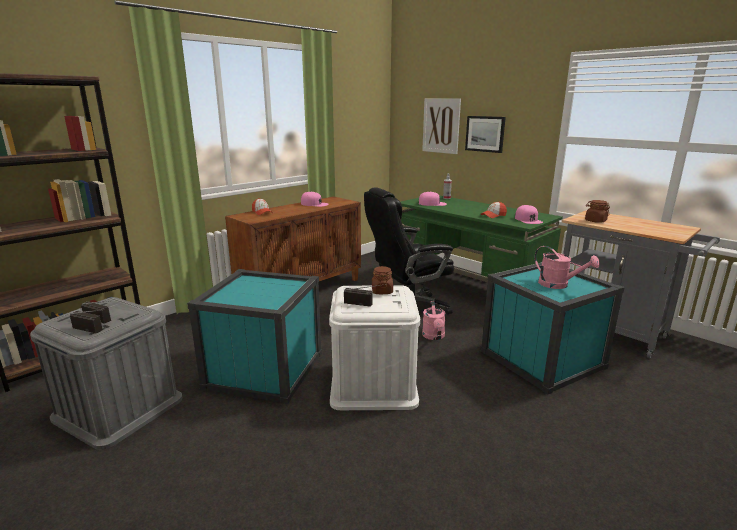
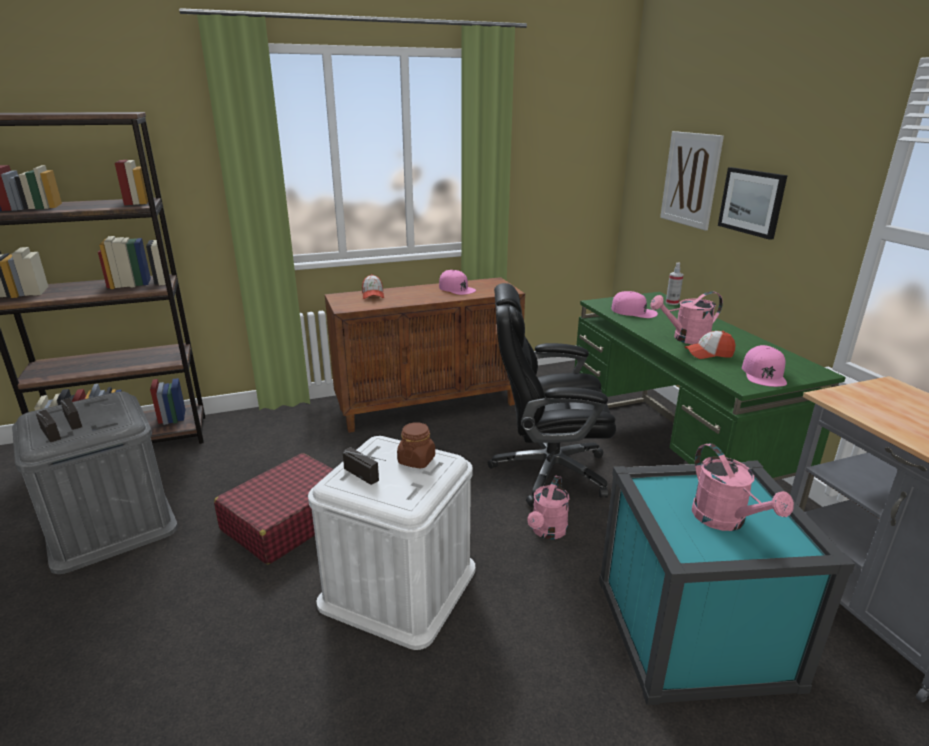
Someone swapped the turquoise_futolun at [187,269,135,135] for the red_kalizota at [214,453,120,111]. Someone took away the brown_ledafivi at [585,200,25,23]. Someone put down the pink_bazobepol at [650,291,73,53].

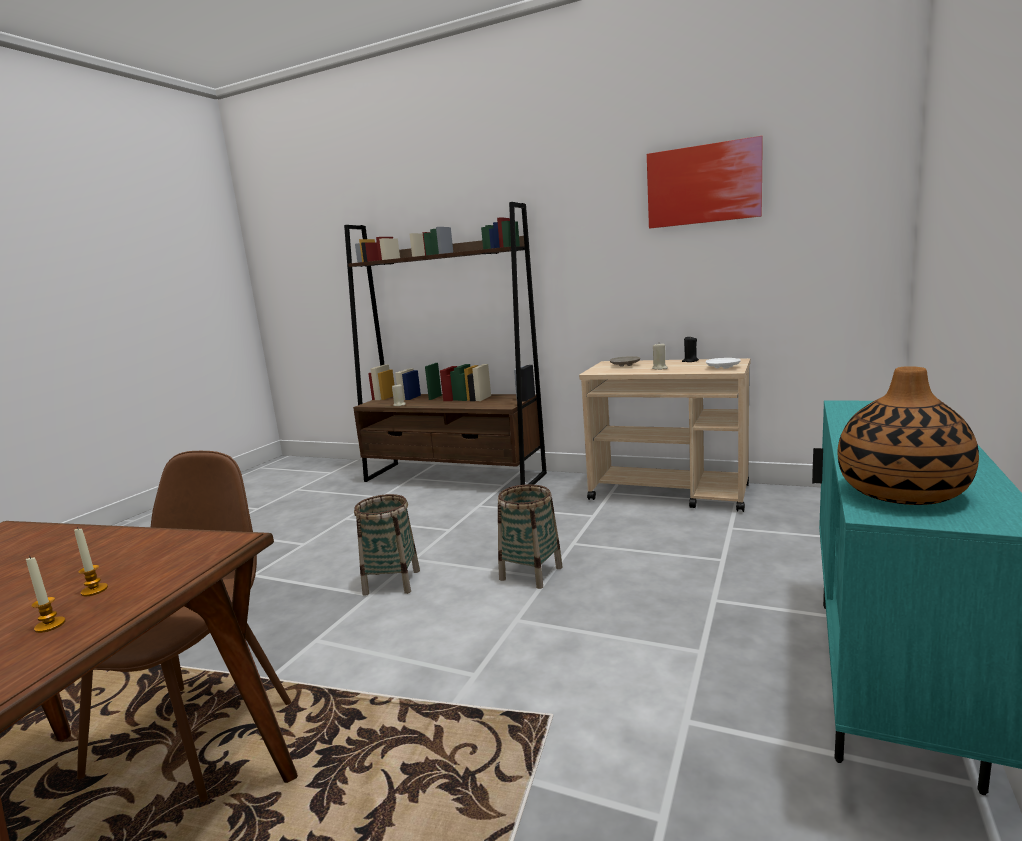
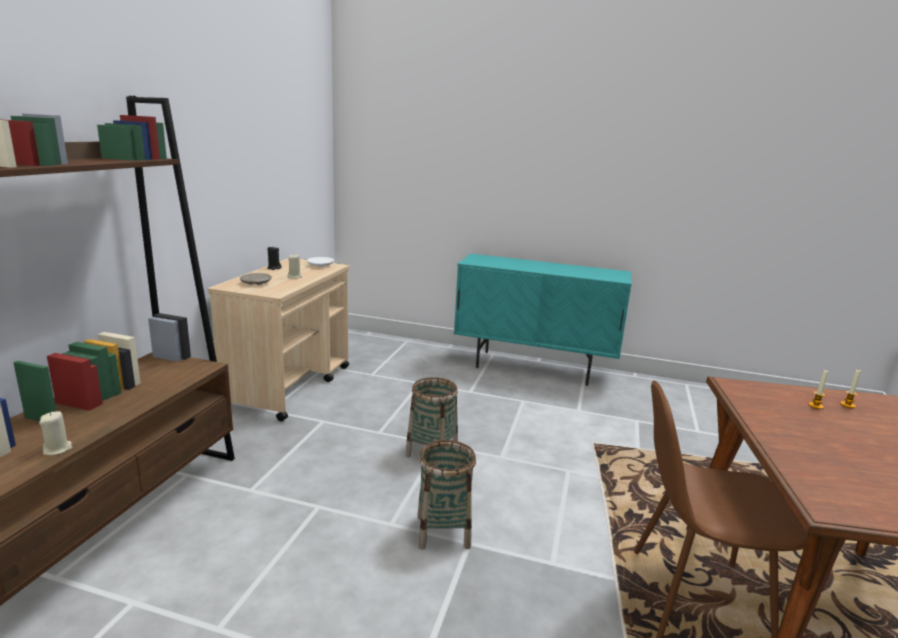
Someone took away the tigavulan at [647,136,116,93]. Someone took away the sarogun at [838,366,141,139].

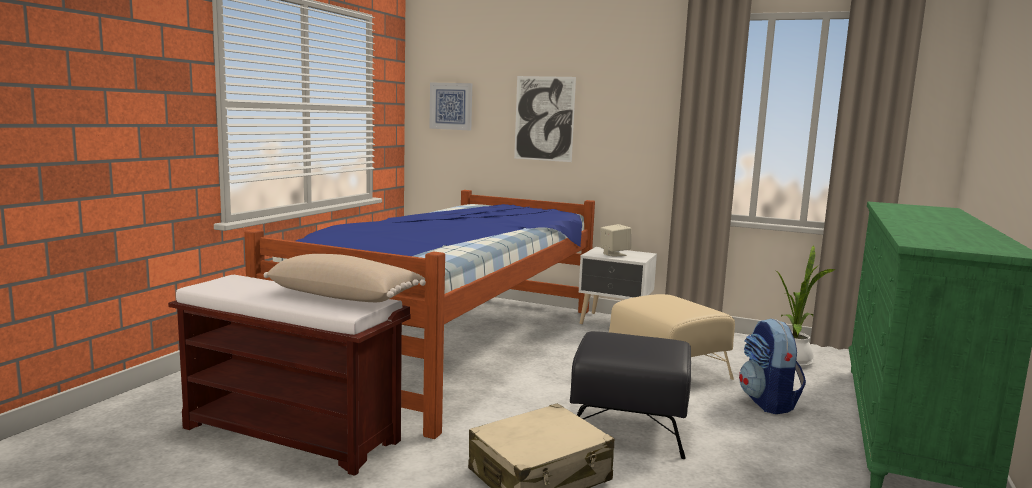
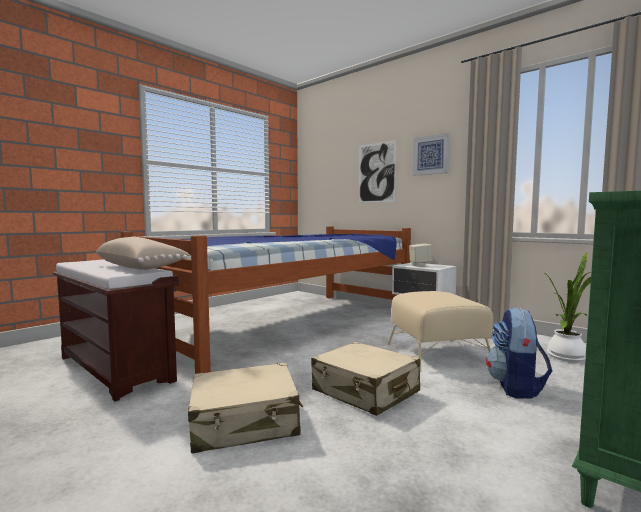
Someone carried the tigavulan from [429,83,43,47] to [412,133,38,43]. Someone swapped the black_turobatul at [570,331,121,128] for the beige_kalizota at [311,342,109,74].

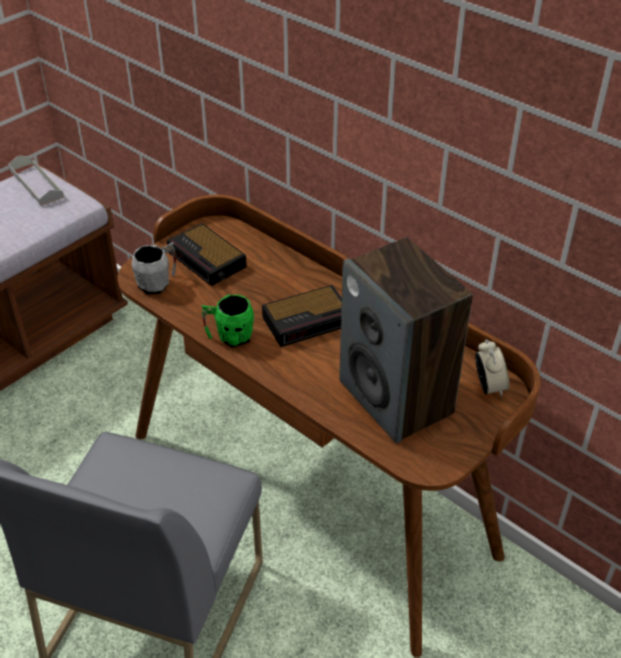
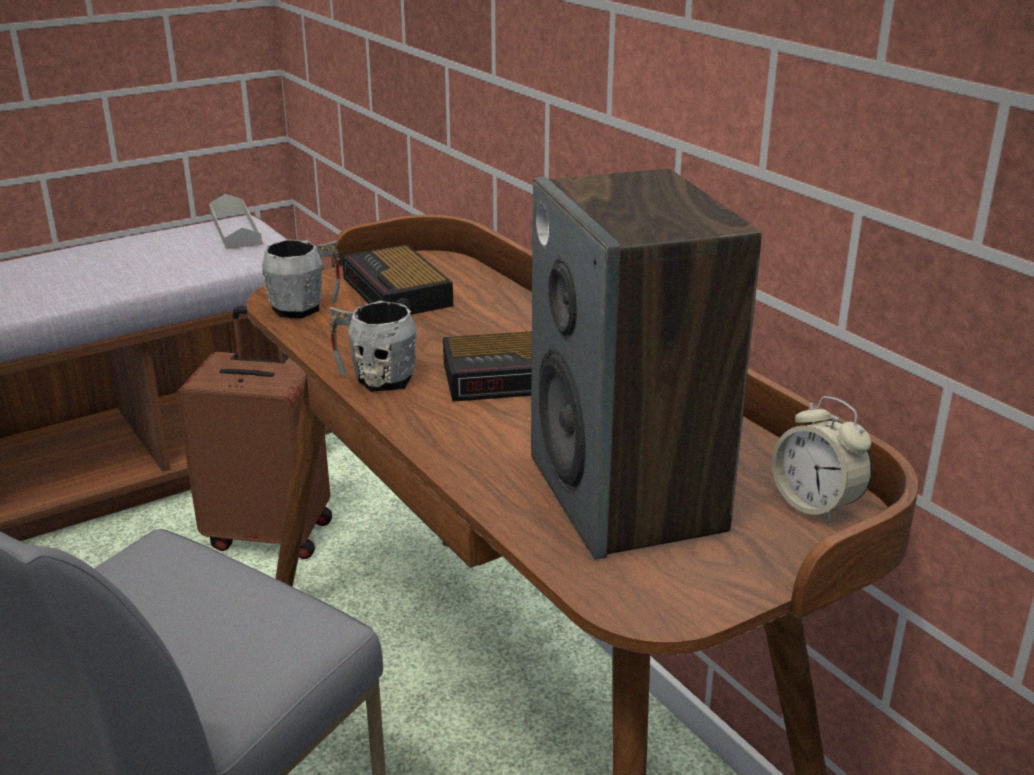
Someone repainted the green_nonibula at [202,295,52,53], which became the grey_nonibula at [329,301,88,91]. Someone rotated the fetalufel at [475,340,34,57] by 135 degrees clockwise. Someone put down the brown_kalizota at [176,306,156,253].

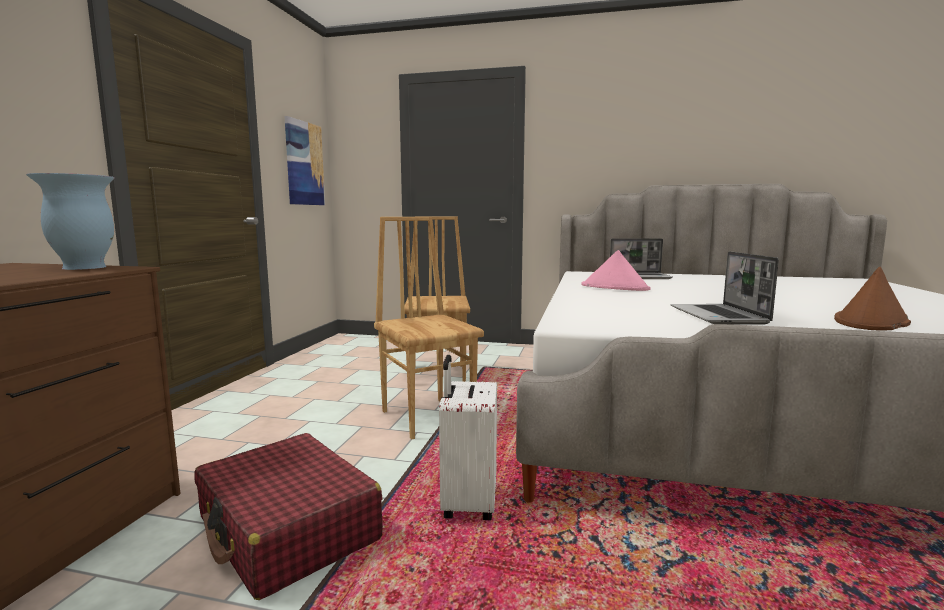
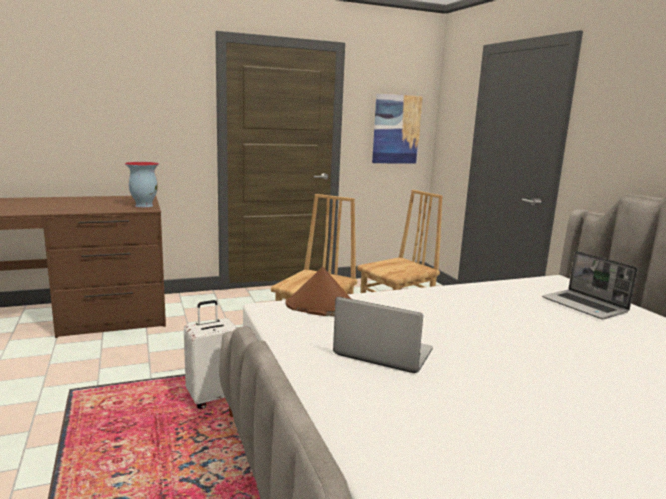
Someone took away the red_kalizota at [195,433,188,167]. Someone took away the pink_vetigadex at [581,250,69,41]. Someone rotated the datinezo at [670,251,109,74] by 60 degrees clockwise. Someone carried the brown_vetigadex from [834,267,77,64] to [285,267,66,49].

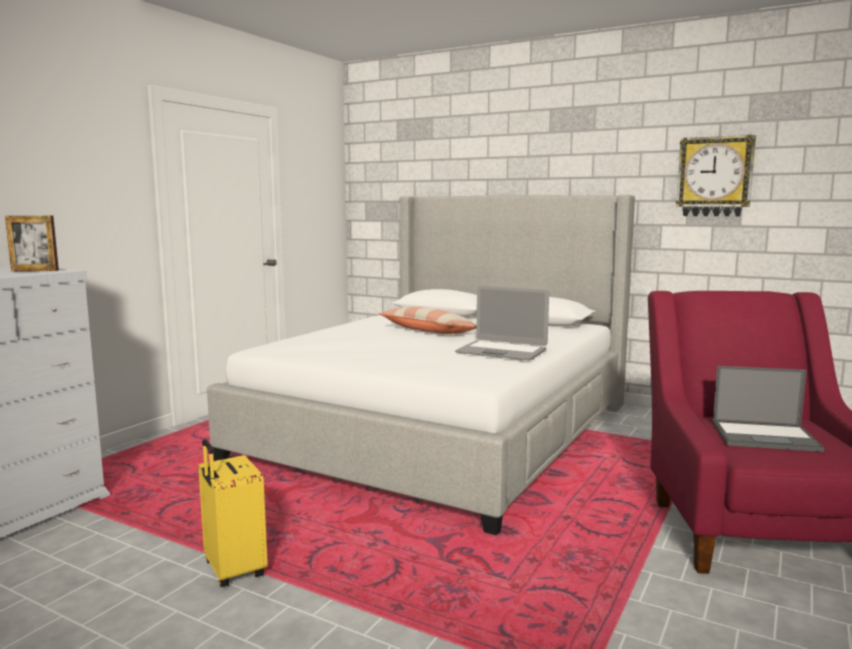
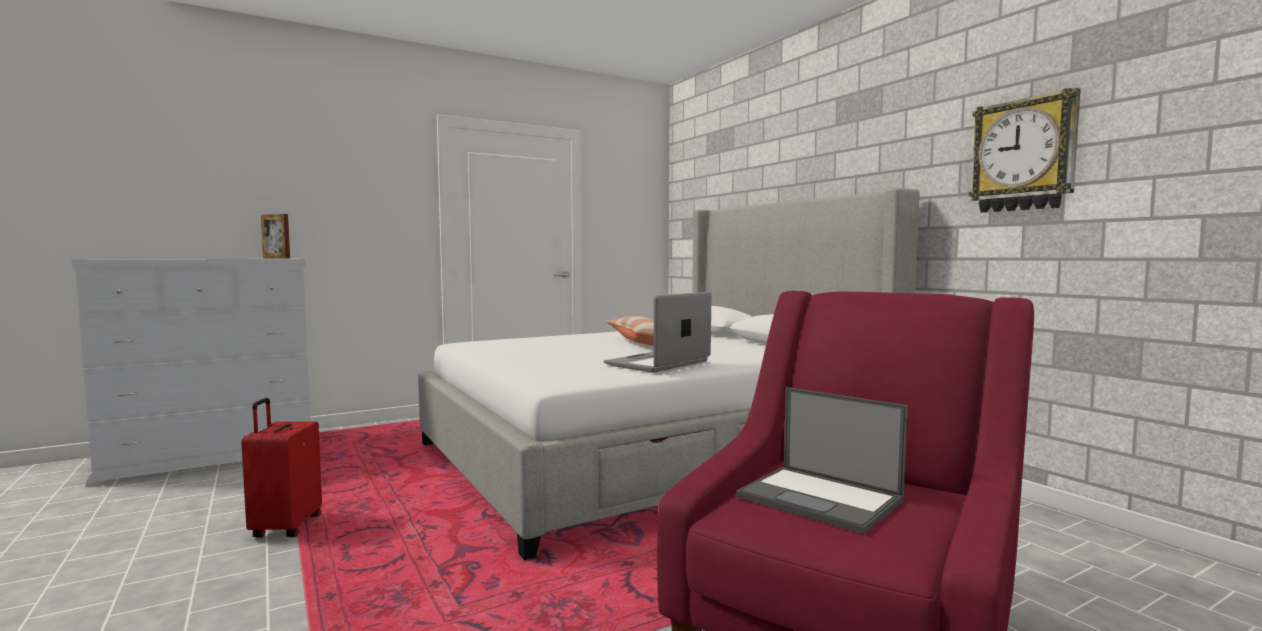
Someone repainted the yellow_kalizota at [198,439,70,148], which became the red_kalizota at [241,398,81,140]. Someone rotated the datinezo at [455,286,94,74] by 75 degrees clockwise.

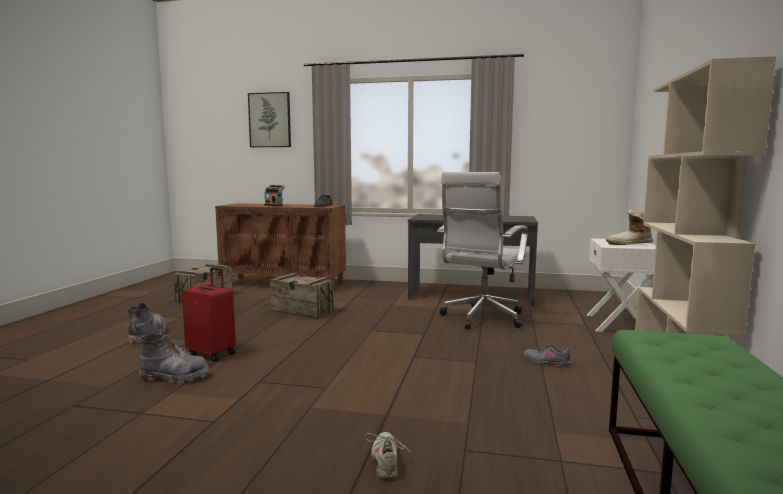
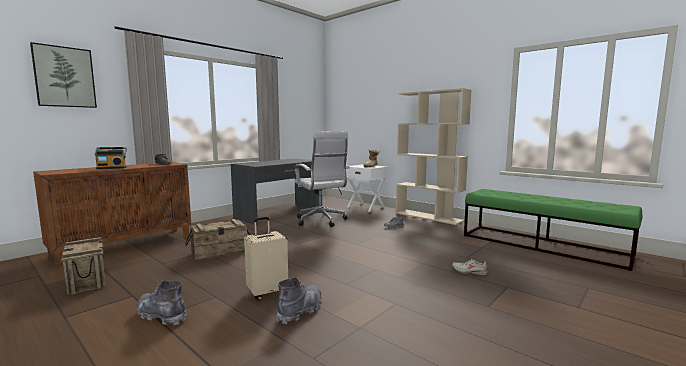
Someone repainted the red_kalizota at [182,267,54,95], which became the beige_kalizota at [244,217,44,83].

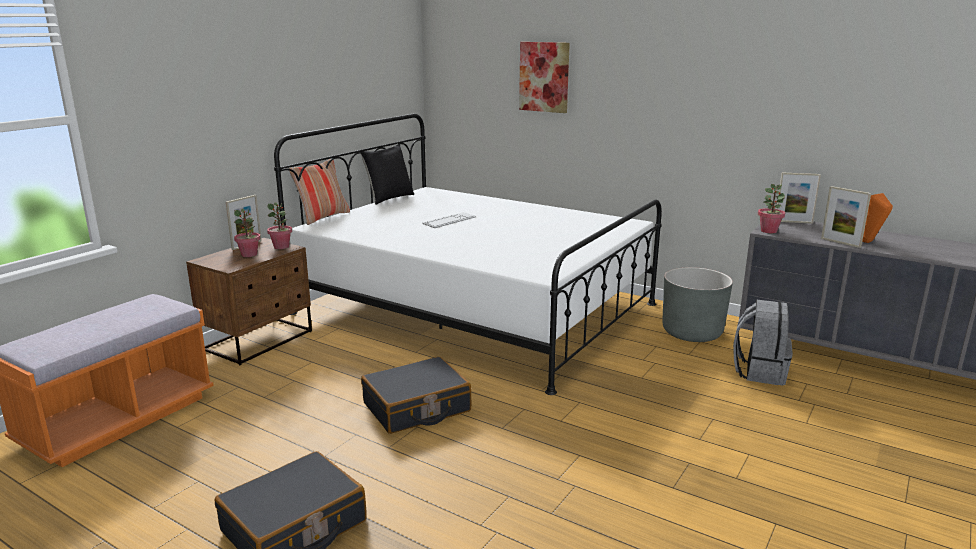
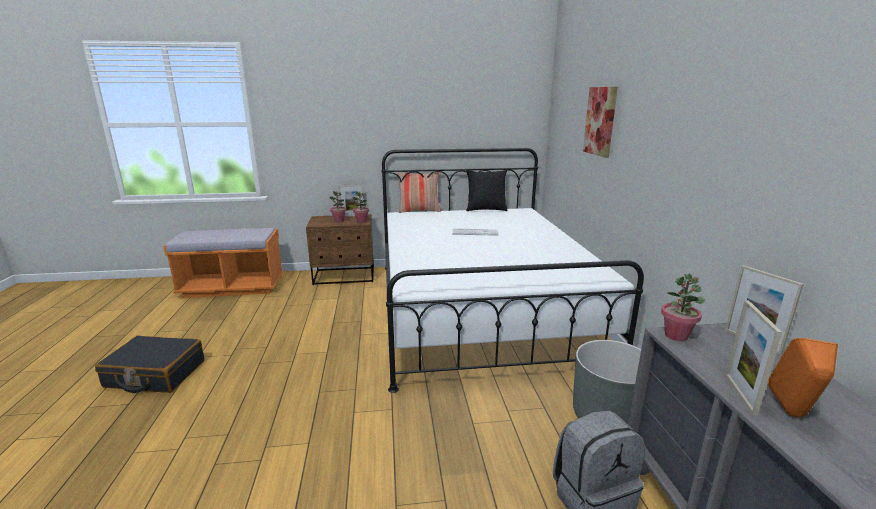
Someone took away the black_kalizota at [361,357,111,77].

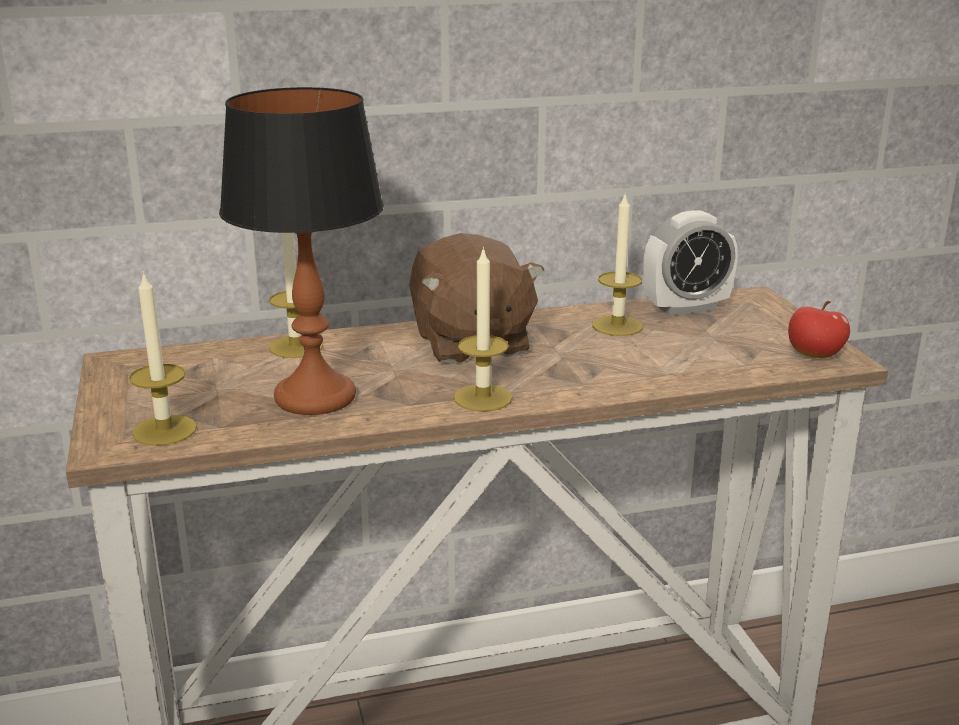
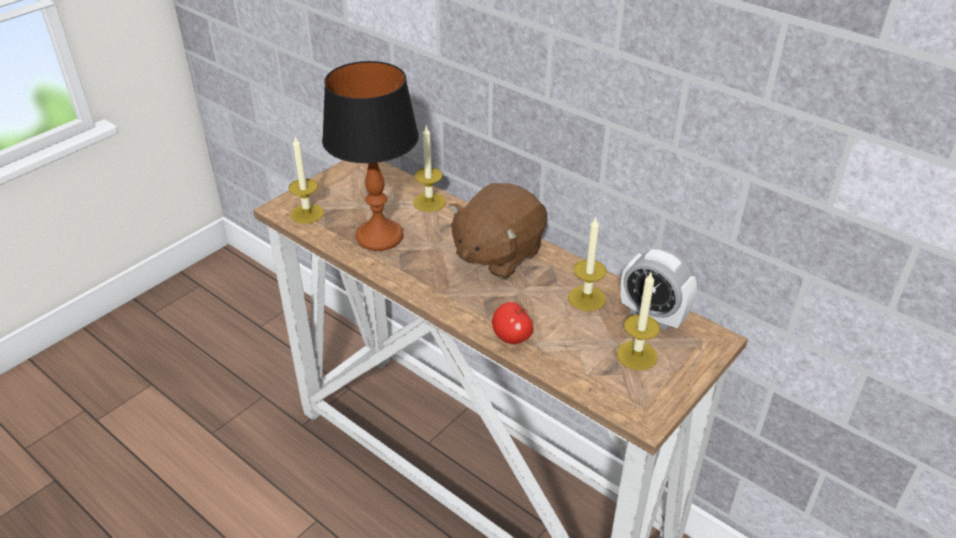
Someone carried the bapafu from [454,246,59,166] to [617,273,43,97]. Someone carried the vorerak from [788,301,62,57] to [492,302,42,42].

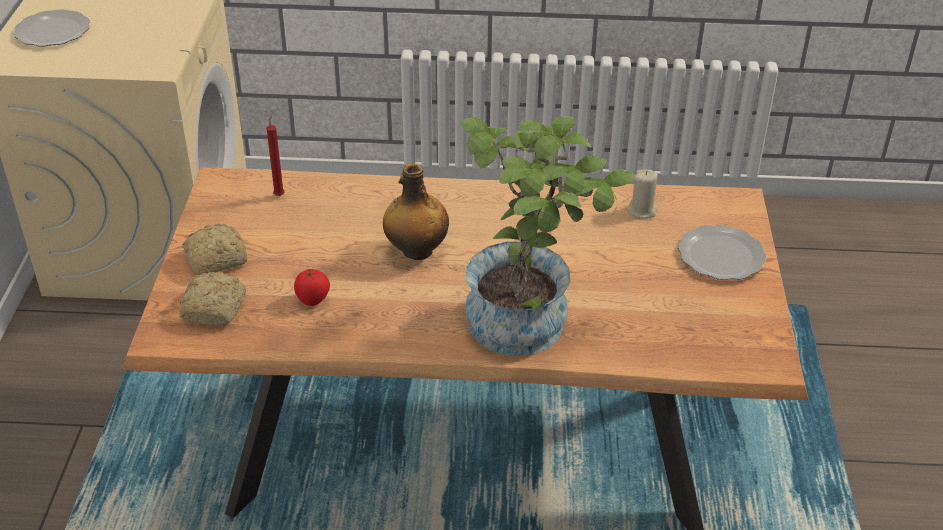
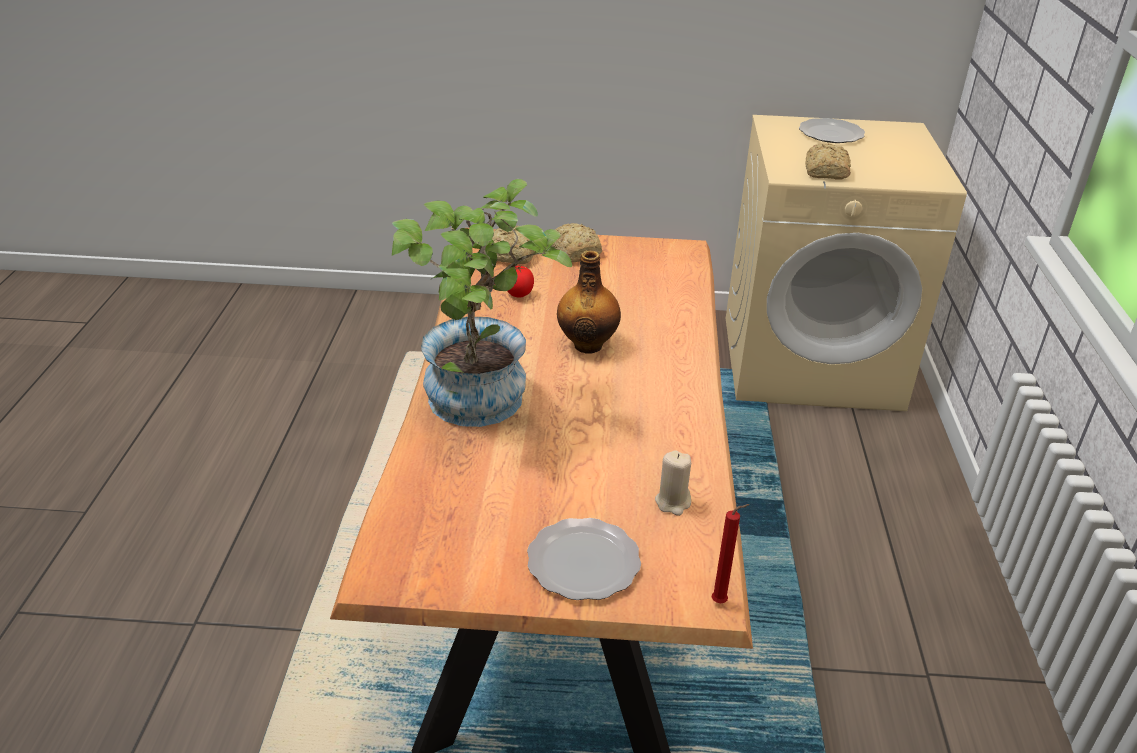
Someone carried the red_bapafu from [267,115,18,81] to [712,504,38,99]. Someone put down the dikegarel at [805,144,46,36].

